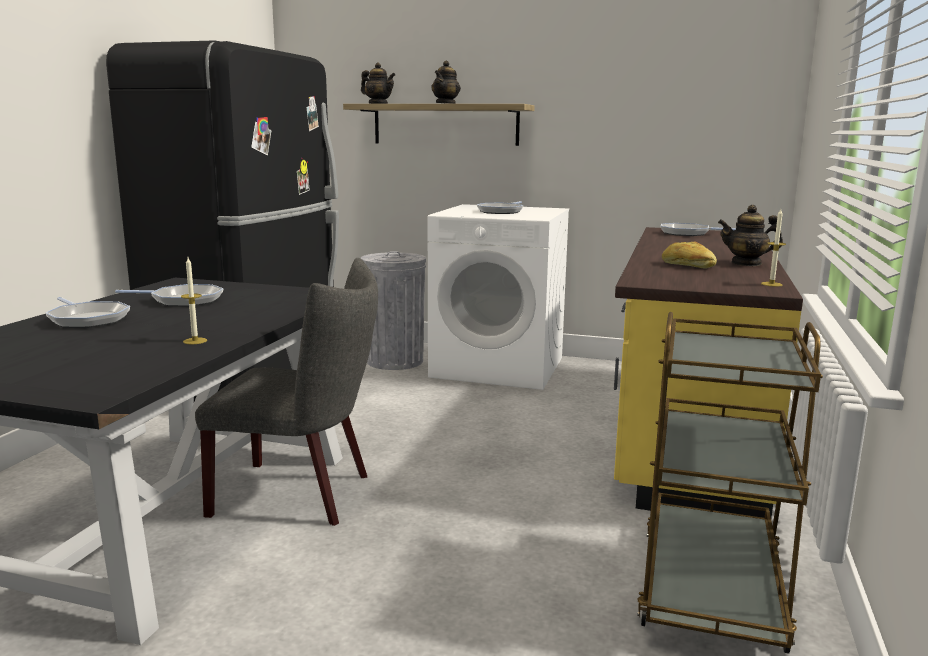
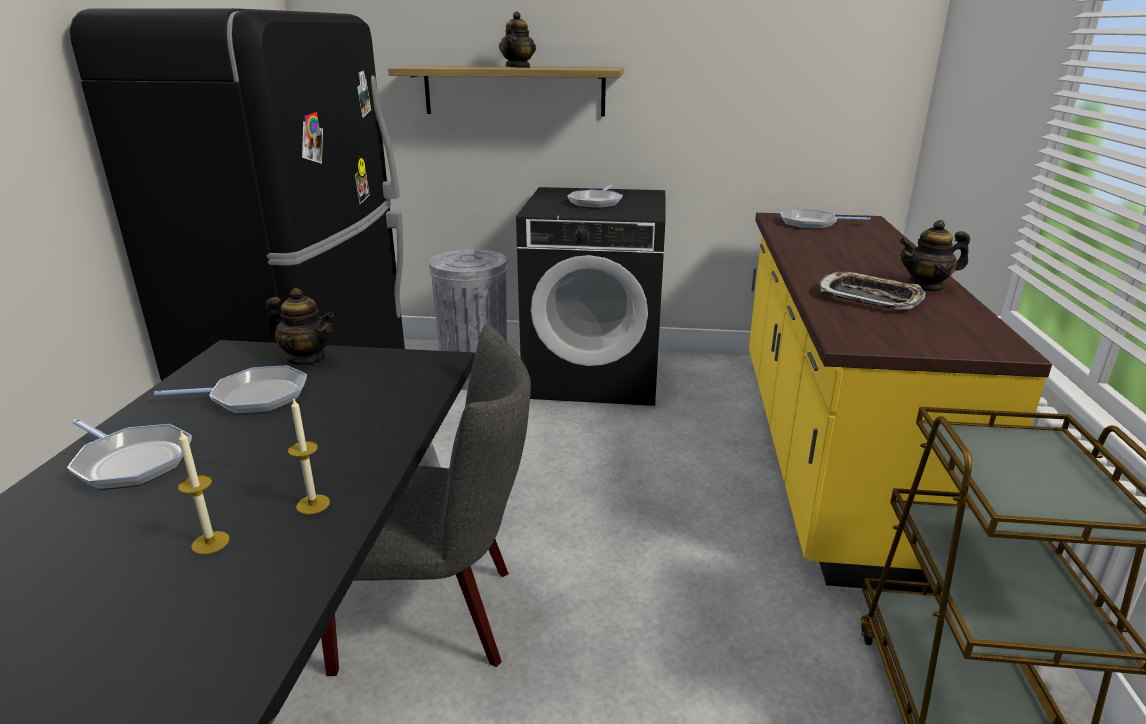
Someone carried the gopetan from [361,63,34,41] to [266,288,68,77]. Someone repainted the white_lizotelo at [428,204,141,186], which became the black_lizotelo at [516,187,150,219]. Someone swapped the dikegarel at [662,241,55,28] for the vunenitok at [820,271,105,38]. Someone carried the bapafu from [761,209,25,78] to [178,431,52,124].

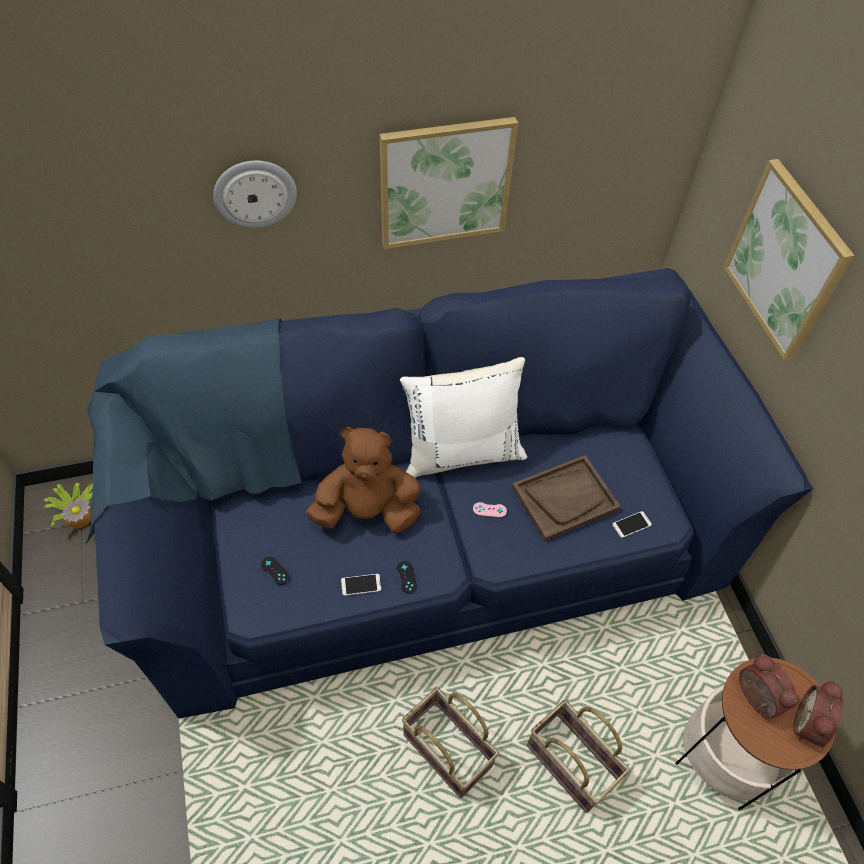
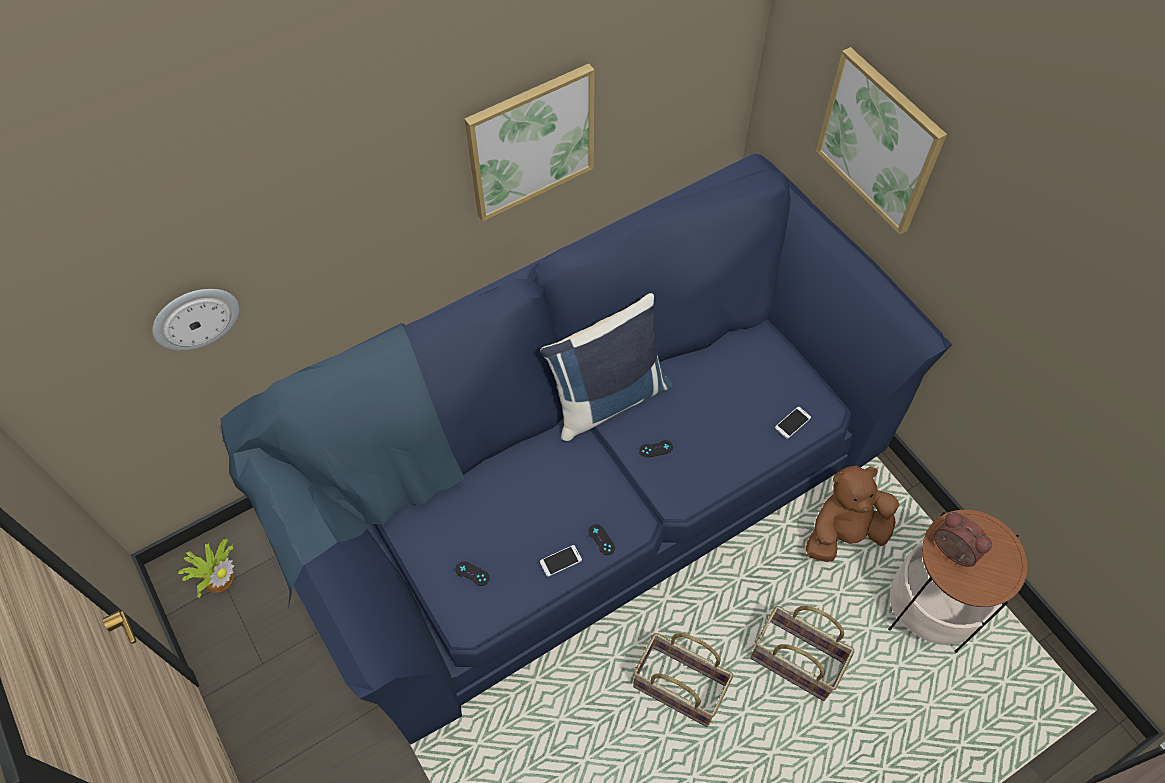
Someone carried the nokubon from [213,161,84,67] to [152,289,88,62]. Someone carried the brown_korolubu from [306,427,115,106] to [806,466,93,96]. Someone repainted the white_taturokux at [400,357,127,121], which became the blue_taturokux at [540,293,133,149]. Someone repainted the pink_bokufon at [473,502,34,15], which became the black_bokufon at [639,440,34,18]. Someone took away the brown_vunenitok at [512,455,109,87]. Someone took away the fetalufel at [794,682,49,65].

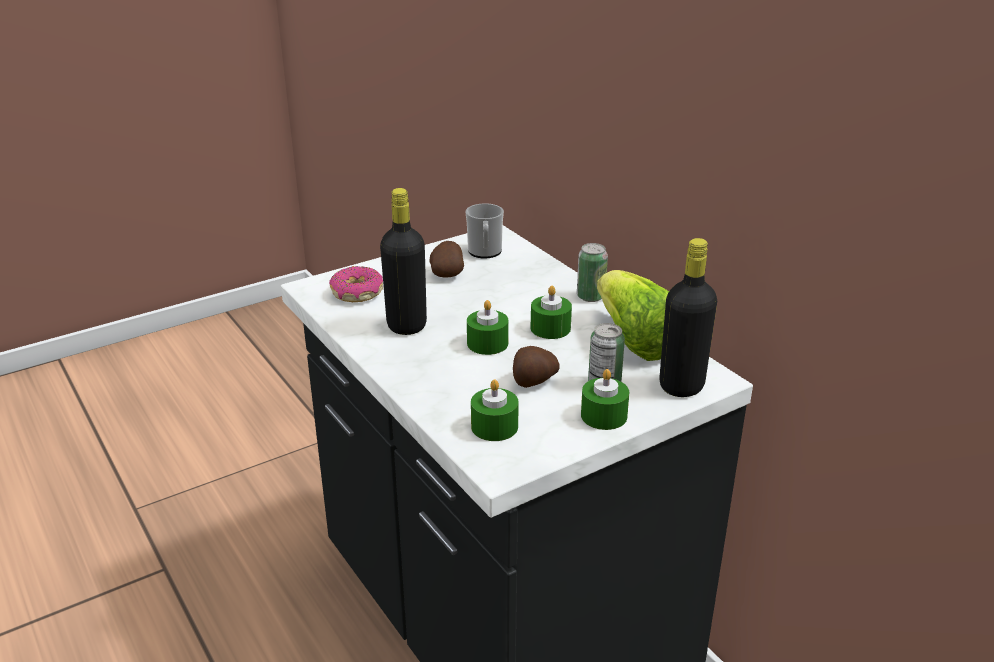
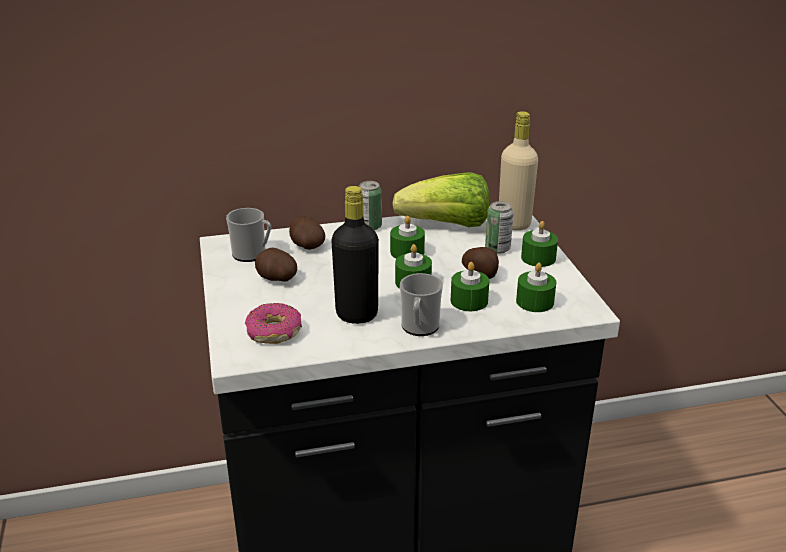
Someone repainted the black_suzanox at [659,238,58,159], which became the beige_suzanox at [499,111,39,120]. Someone put down the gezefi at [289,216,36,34]. Someone put down the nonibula at [400,273,43,63]. Someone put down the green_bapafu at [451,262,38,49].

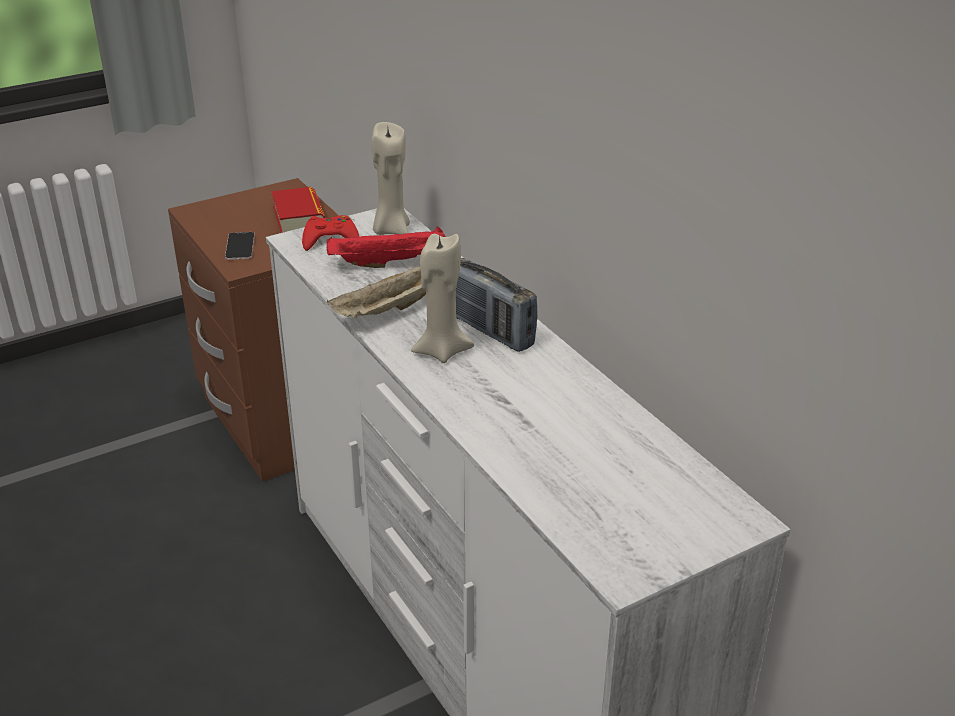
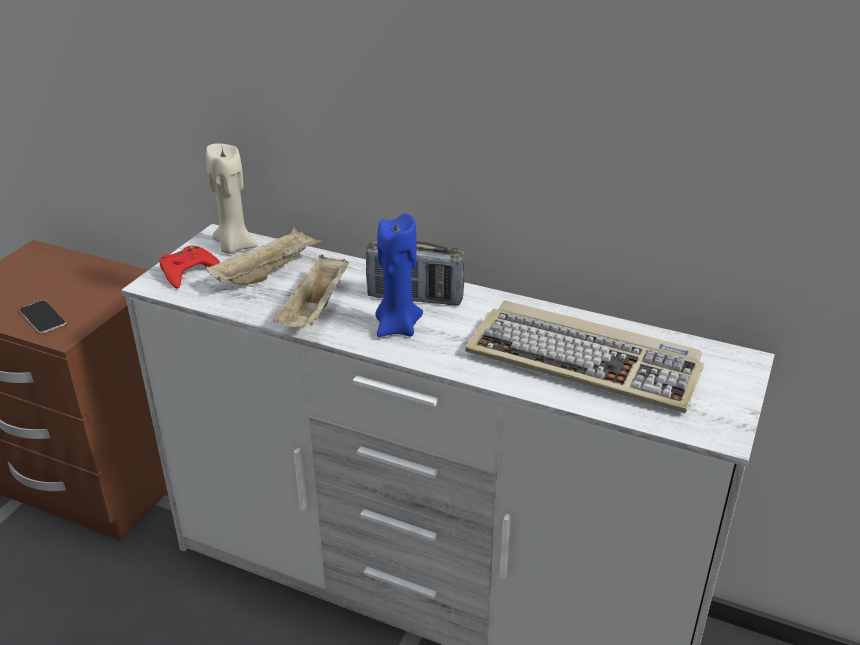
Someone took away the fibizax at [271,187,54,46]. Someone repainted the red_vunenitok at [327,226,118,42], which became the beige_vunenitok at [206,228,116,57]. Someone repainted the beige_bapafu at [411,234,63,129], which became the blue_bapafu at [375,213,48,124]. Someone put down the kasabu at [465,301,239,112].

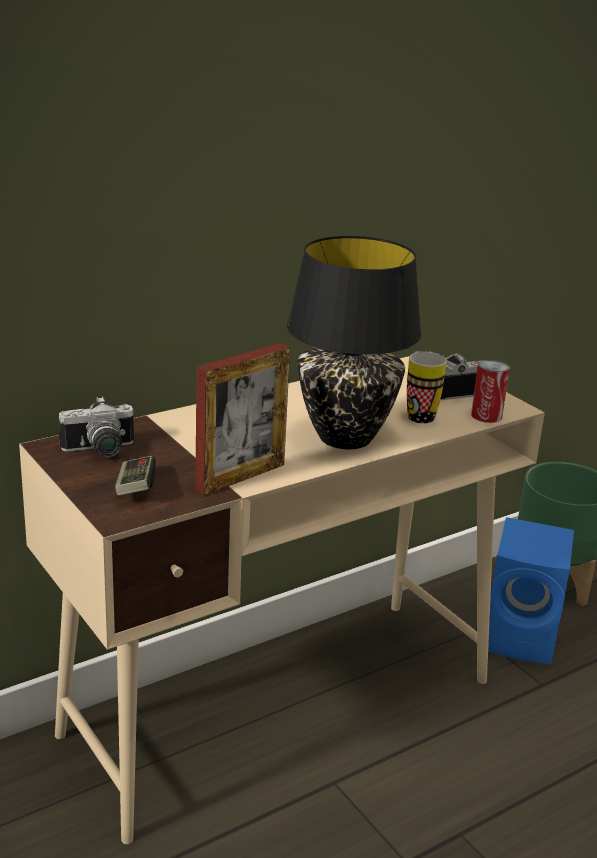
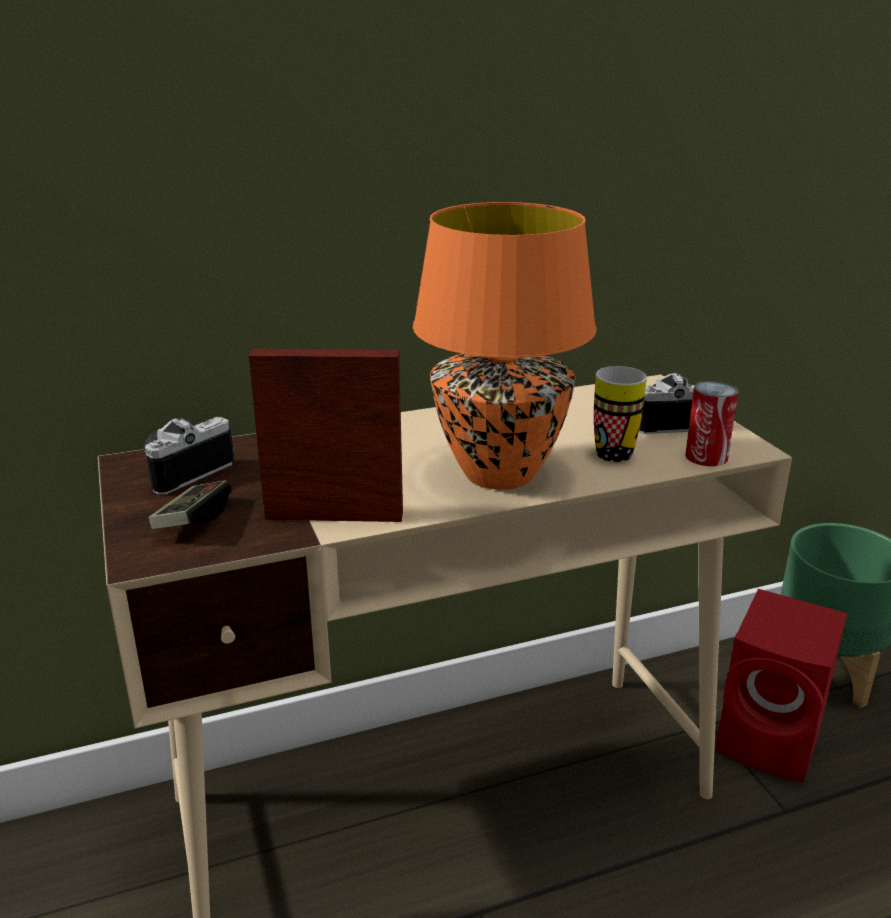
Someone rotated the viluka at [58,397,76,60] by 135 degrees clockwise. Someone rotated the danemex at [195,343,95,152] by 150 degrees counterclockwise. Someone repainted the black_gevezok at [287,236,135,213], which became the orange_gevezok at [413,202,184,288]. Someone repainted the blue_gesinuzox at [488,517,86,147], which became the red_gesinuzox at [715,589,132,194].

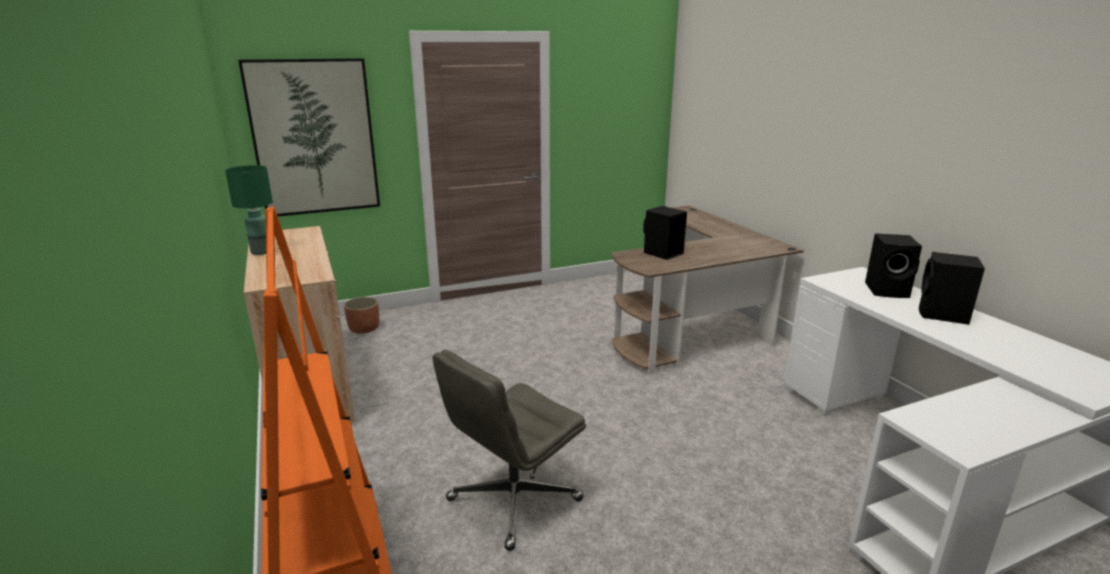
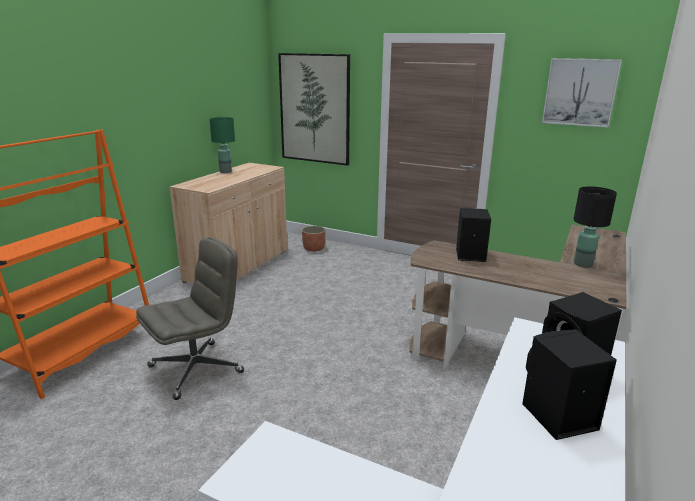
Someone rotated the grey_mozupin at [432,350,154,201] by 135 degrees clockwise. Someone put up the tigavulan at [542,58,80,70]. Someone put down the black_gevezok at [574,186,43,81].

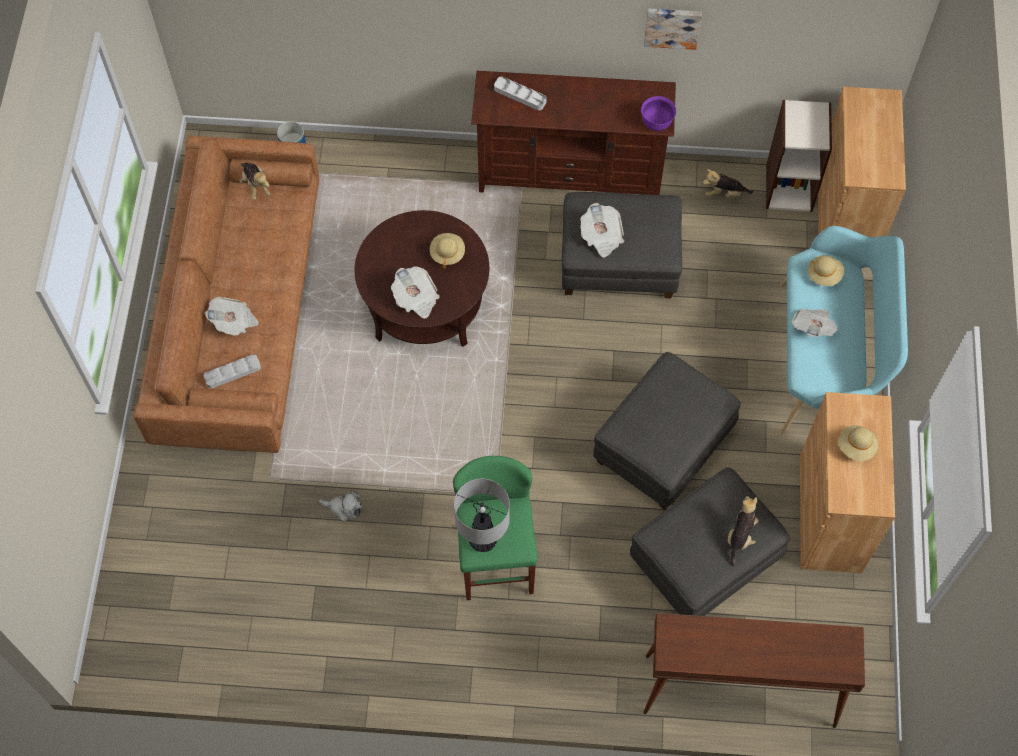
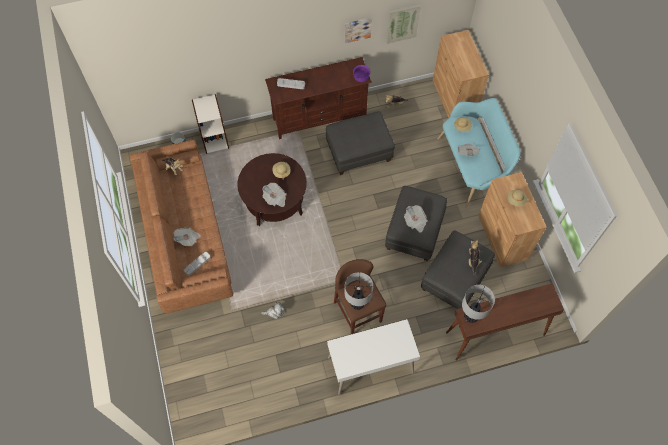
Someone repainted the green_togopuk at [453,456,84,144], which became the brown_togopuk at [334,259,52,75]. Someone carried the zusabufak from [580,203,44,54] to [404,205,24,27]. Someone carried the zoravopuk from [766,100,66,112] to [192,94,37,60]. Someone put down the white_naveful at [327,319,93,76]. Someone put up the tigavulan at [386,4,35,40]. Someone put down the gevezok at [462,285,33,38].

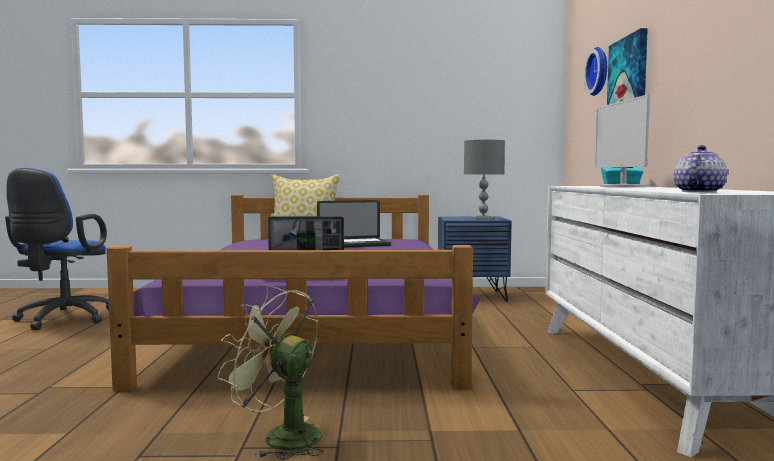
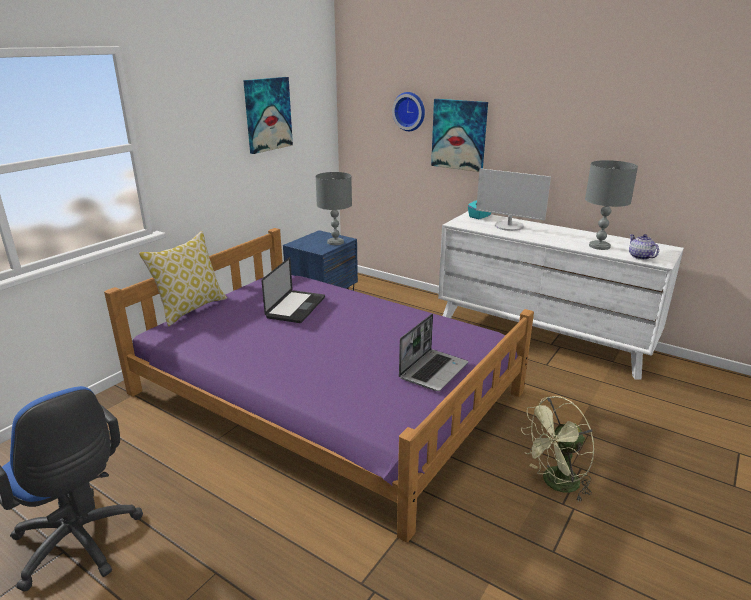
Someone put up the tigavulan at [243,77,50,77]. Someone put down the grey_gevezok at [585,160,53,90].

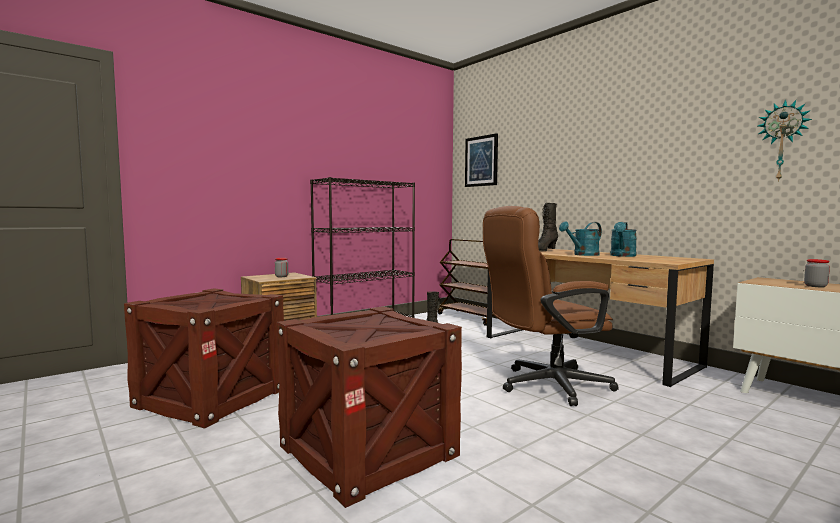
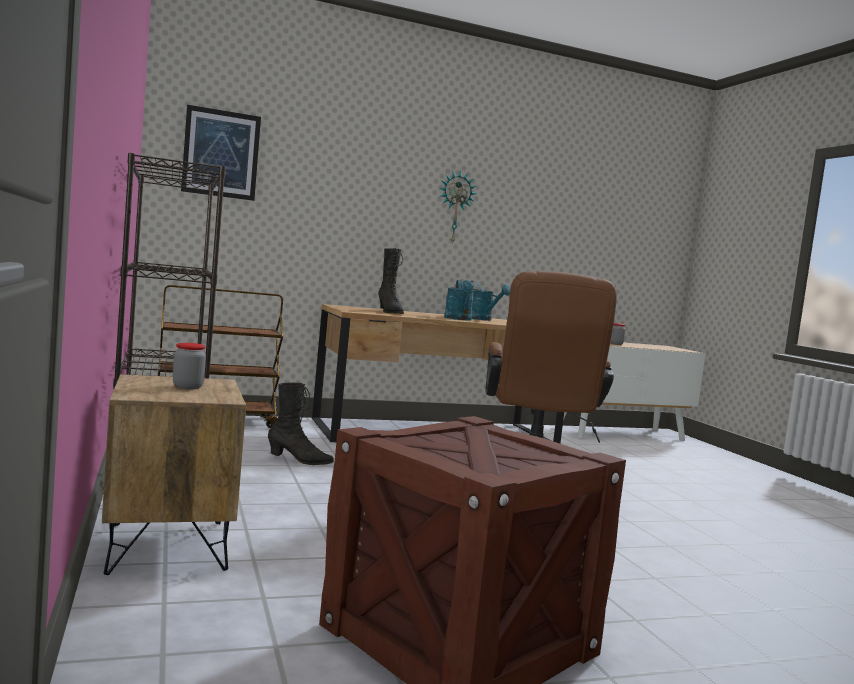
Someone took away the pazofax at [277,306,185,202]. Someone carried the nokubon from [758,99,54,83] to [439,170,37,74].

